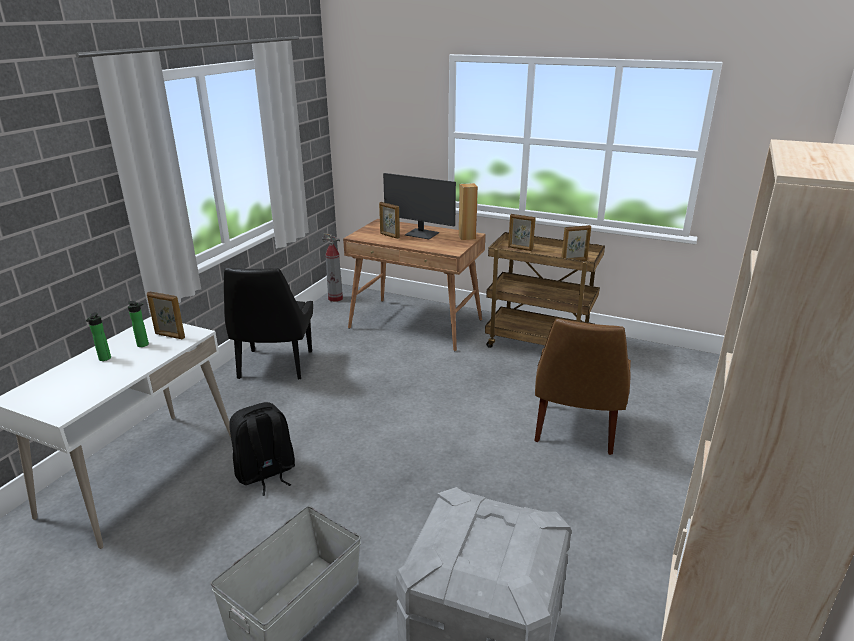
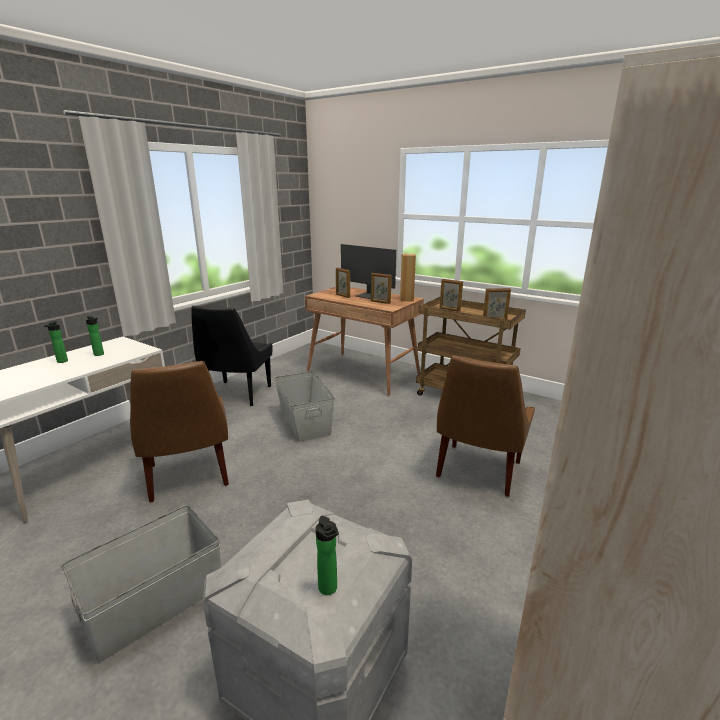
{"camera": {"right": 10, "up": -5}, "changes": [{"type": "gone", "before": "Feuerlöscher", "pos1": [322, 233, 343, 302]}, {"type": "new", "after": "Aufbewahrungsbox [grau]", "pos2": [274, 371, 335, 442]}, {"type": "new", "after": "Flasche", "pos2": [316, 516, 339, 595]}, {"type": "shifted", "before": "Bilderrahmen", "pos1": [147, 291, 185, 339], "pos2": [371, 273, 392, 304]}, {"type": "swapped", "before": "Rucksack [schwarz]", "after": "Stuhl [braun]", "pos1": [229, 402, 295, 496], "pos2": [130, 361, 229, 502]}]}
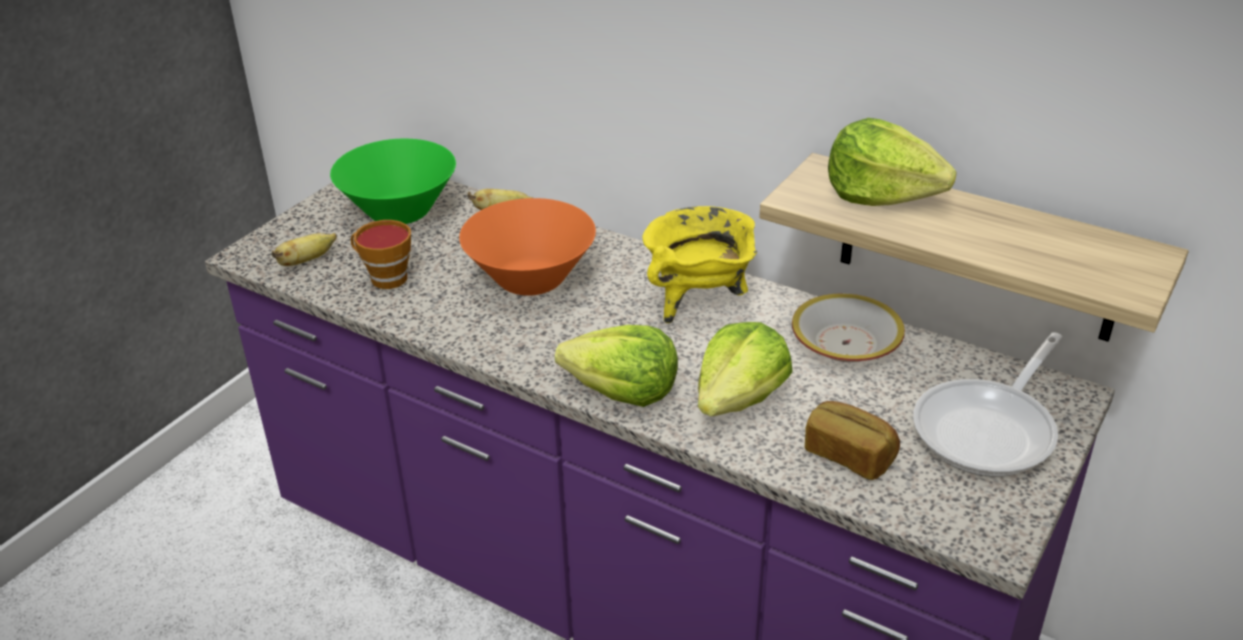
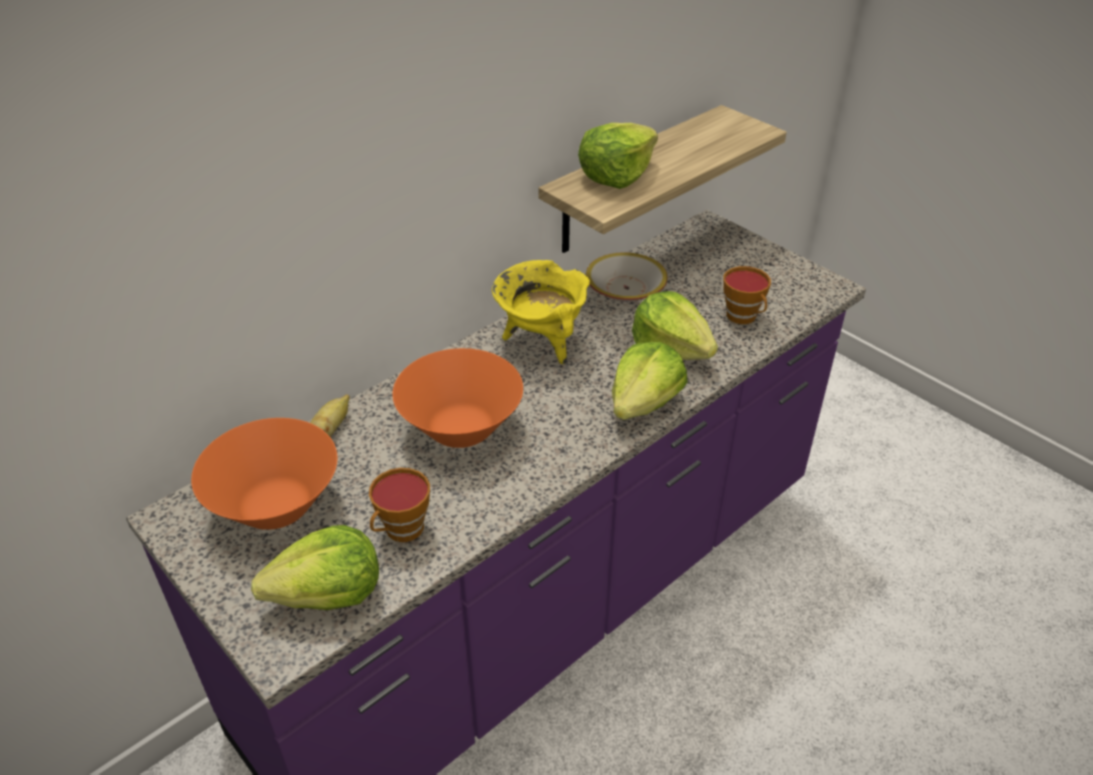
{"camera": {"right": -75, "up": 5}, "changes": [{"type": "gone", "before": "Pfanne", "pos1": [913, 332, 1062, 477]}, {"type": "swapped", "before": "Banane", "after": "Salatkopf", "pos1": [272, 233, 337, 266], "pos2": [251, 525, 379, 610]}, {"type": "swapped", "before": "Brot", "after": "Tasse", "pos1": [805, 401, 900, 480], "pos2": [723, 266, 771, 324]}, {"type": "repainted", "before": "Schüssel [grün]", "after": "Schüssel [orange]", "pos1": [330, 139, 456, 224], "pos2": [191, 418, 338, 530]}]}
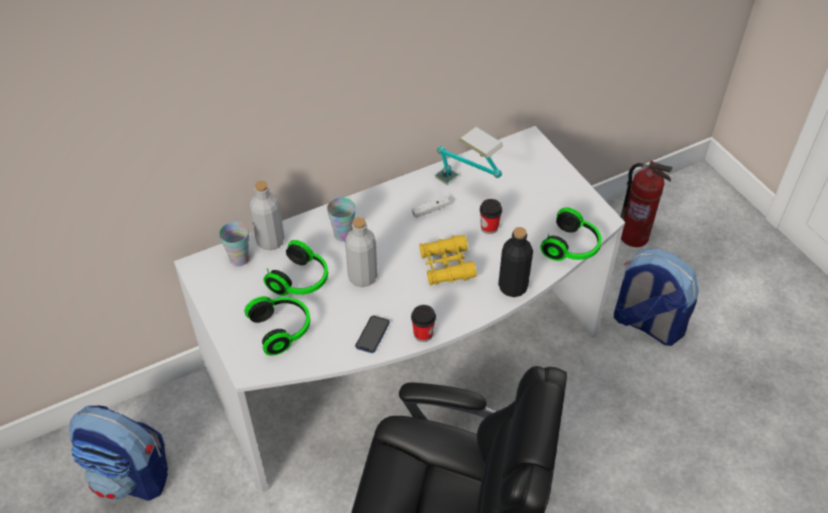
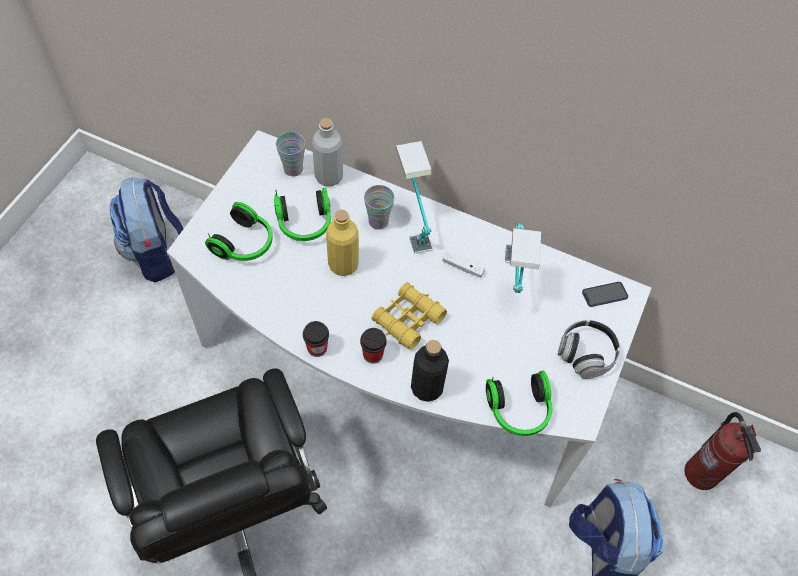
{"camera": {"right": 50, "up": 10}, "changes": [{"type": "new", "after": "Tischlampe", "pos2": [395, 141, 433, 254]}, {"type": "new", "after": "Kopfhörer", "pos2": [558, 320, 620, 379]}, {"type": "shifted", "before": "Handy", "pos1": [355, 316, 390, 353], "pos2": [582, 282, 628, 307]}, {"type": "shifted", "before": "Tasse", "pos1": [480, 199, 502, 234], "pos2": [360, 328, 387, 364]}, {"type": "repainted", "before": "Flasche [grau]", "after": "Flasche [gelb]", "pos1": [345, 217, 377, 287], "pos2": [326, 210, 359, 276]}]}
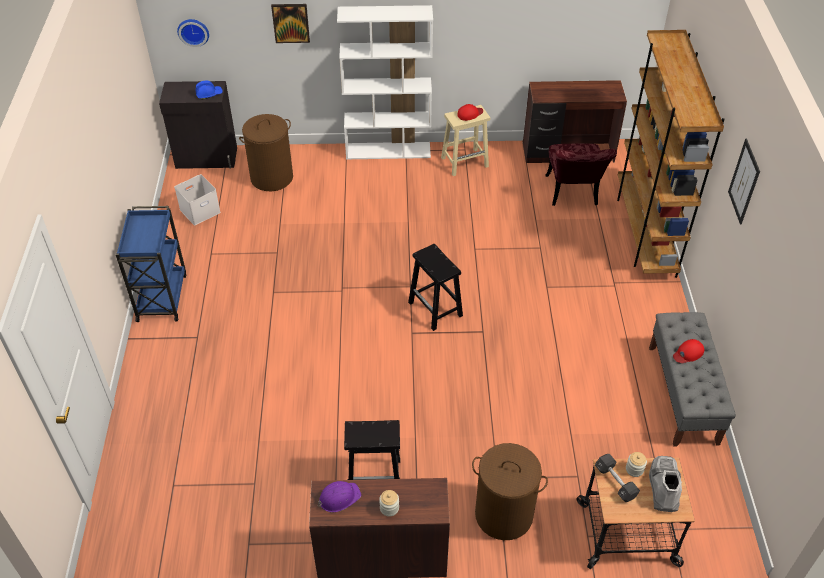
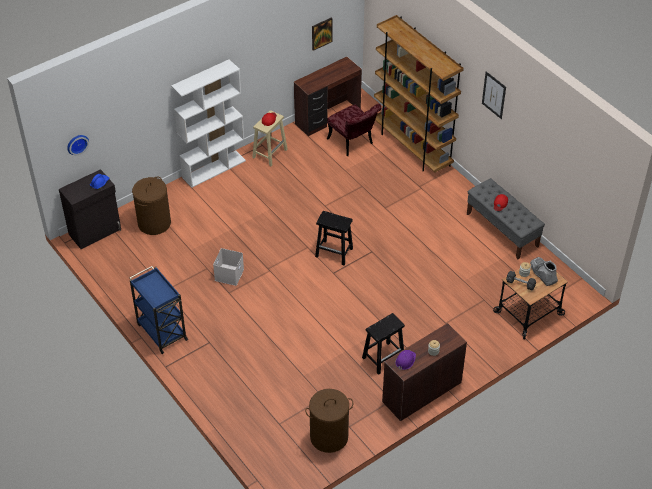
{"camera": {"right": -35, "up": 0}, "changes": [{"type": "shifted", "before": "Aufbewahrungsbox [weiß]", "pos1": [174, 174, 221, 225], "pos2": [213, 248, 244, 286]}, {"type": "shifted", "before": "Bild", "pos1": [271, 4, 310, 43], "pos2": [312, 17, 333, 51]}, {"type": "shifted", "before": "Wäschekorb [braun]", "pos1": [472, 443, 548, 540], "pos2": [305, 389, 353, 453]}]}
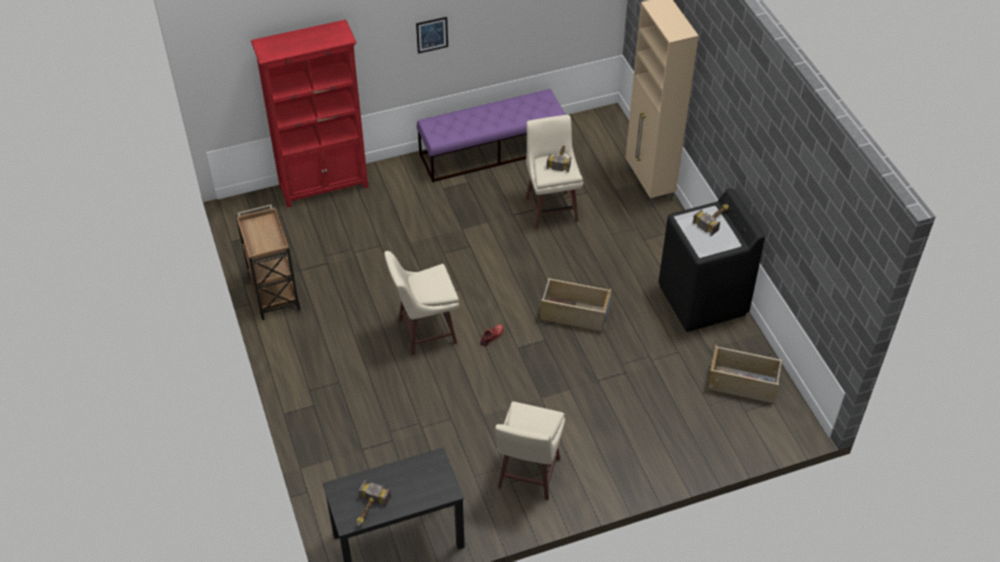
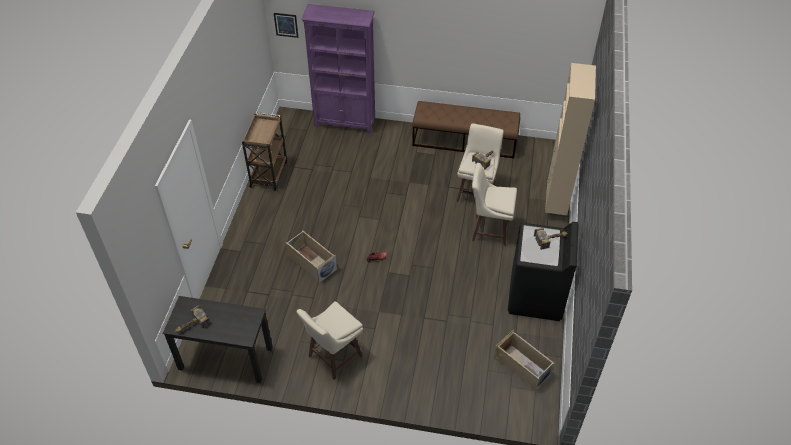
{"camera": {"right": 30, "up": 0}, "changes": [{"type": "shifted", "before": "Hocker [beige]", "pos1": [384, 251, 459, 356], "pos2": [472, 163, 517, 246]}, {"type": "shifted", "before": "Bild", "pos1": [416, 17, 448, 54], "pos2": [274, 13, 298, 38]}, {"type": "shifted", "before": "Aufbewahrungsbox [beige]", "pos1": [540, 278, 611, 333], "pos2": [286, 231, 337, 283]}, {"type": "repainted", "before": "Bücherregal [rot]", "after": "Bücherregal [lila]", "pos1": [251, 20, 369, 208], "pos2": [301, 4, 375, 134]}, {"type": "repainted", "before": "Bank [lila]", "after": "Bank [braun]", "pos1": [417, 89, 566, 182], "pos2": [412, 101, 520, 159]}]}
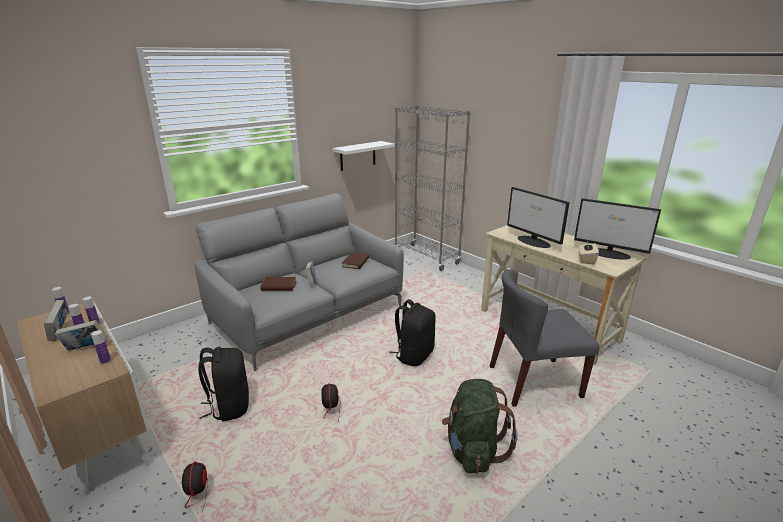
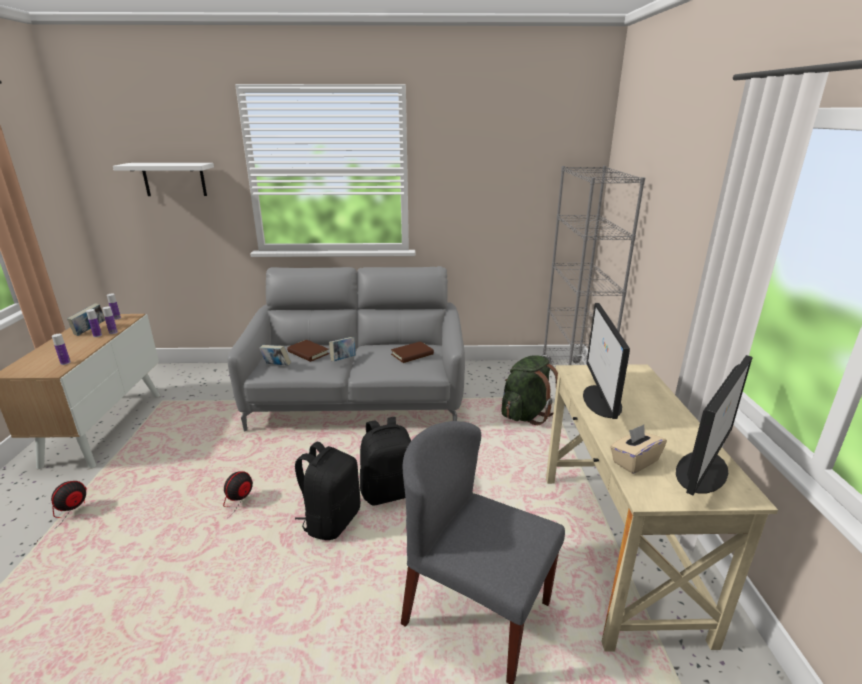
{"camera": {"right": 40, "up": 0}, "changes": [{"type": "shifted", "before": "Buch", "pos1": [55, 320, 108, 351], "pos2": [259, 345, 291, 366]}, {"type": "shifted", "before": "Rucksack [schwarz]", "pos1": [198, 347, 249, 421], "pos2": [295, 442, 360, 540]}, {"type": "shifted", "before": "Wandregal [weiß]", "pos1": [332, 141, 395, 171], "pos2": [113, 163, 214, 196]}, {"type": "shifted", "before": "Rucksack [grün]", "pos1": [442, 379, 518, 474], "pos2": [501, 356, 558, 425]}, {"type": "rotated", "before": "Monitor", "pos1": [574, 198, 661, 260], "pos2": [676, 355, 753, 495], "turn": -120}]}
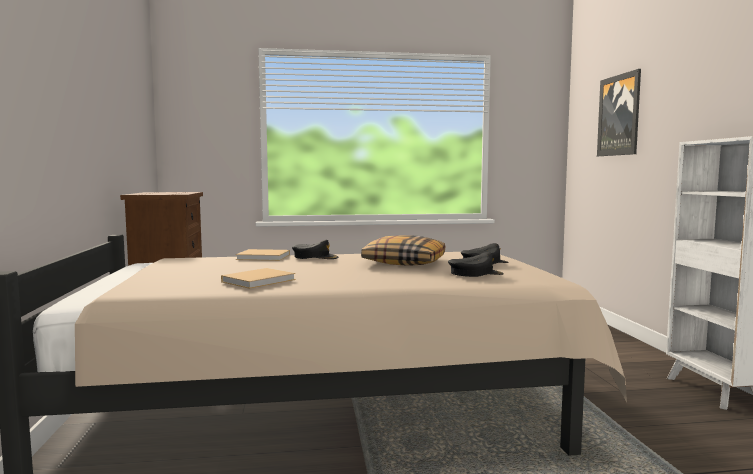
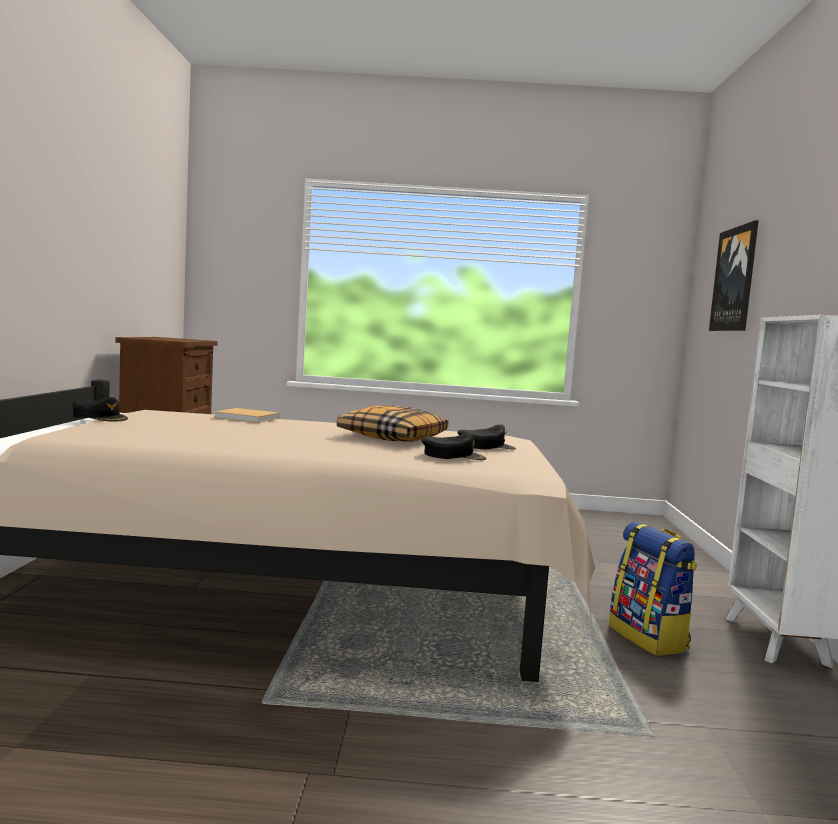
{"camera": {"right": 10, "up": 0}, "changes": [{"type": "gone", "before": "Buch [beige]", "pos1": [221, 268, 296, 289]}, {"type": "new", "after": "Rucksack", "pos2": [609, 522, 697, 656]}, {"type": "shifted", "before": "Kappe [schwarz]", "pos1": [292, 240, 339, 259], "pos2": [72, 397, 128, 422]}]}
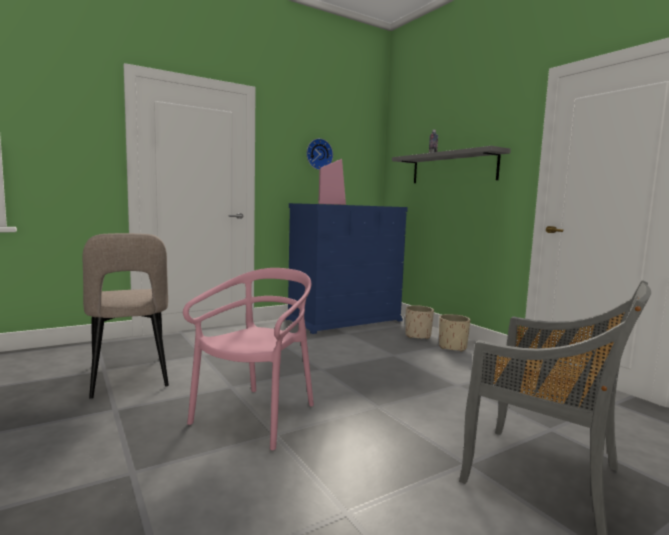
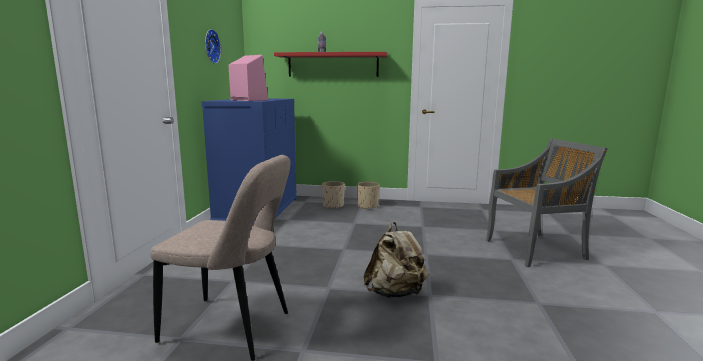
{"camera": {"right": -50, "up": 5}, "changes": [{"type": "swapped", "before": "Stuhl [rosa]", "after": "Rucksack [beige]", "pos1": [183, 268, 314, 450], "pos2": [363, 222, 428, 298]}, {"type": "repainted", "before": "Wandregal [grau]", "after": "Wandregal [rot]", "pos1": [392, 146, 511, 183], "pos2": [274, 52, 387, 77]}]}
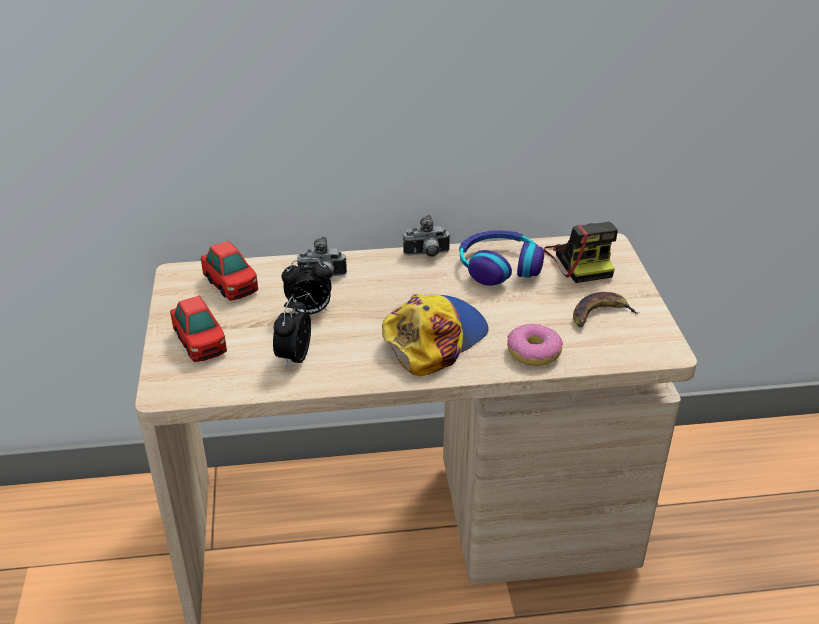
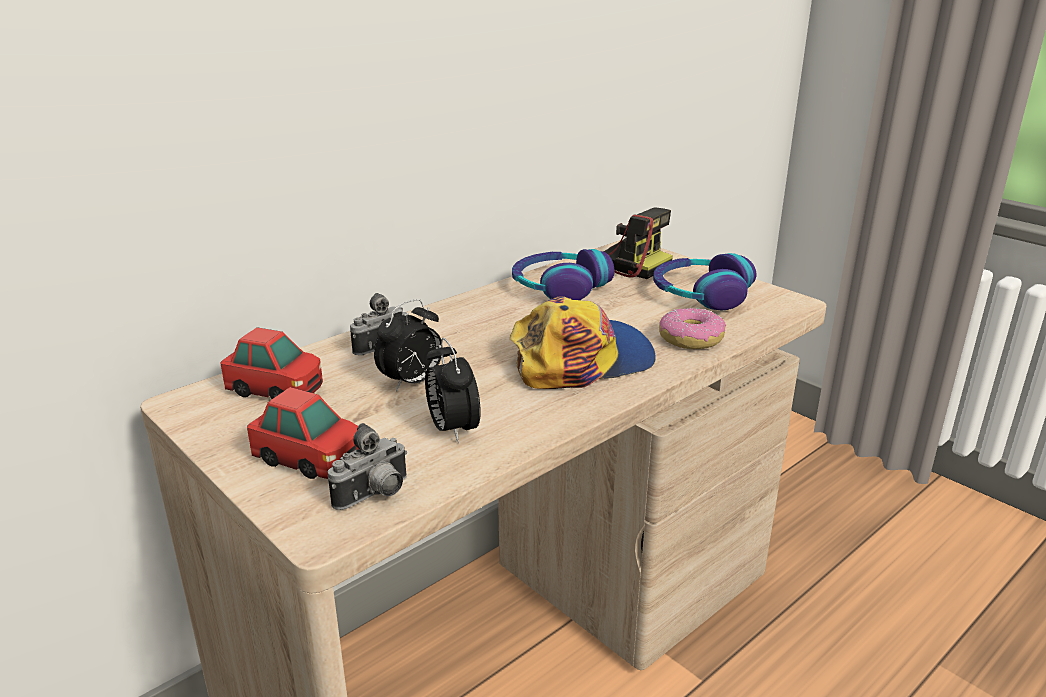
{"camera": {"right": -35, "up": -10}, "changes": [{"type": "shifted", "before": "Kamera", "pos1": [403, 215, 451, 257], "pos2": [328, 423, 407, 510]}, {"type": "swapped", "before": "Banane", "after": "Kopfhörer", "pos1": [573, 292, 638, 327], "pos2": [653, 253, 756, 310]}, {"type": "rotated", "before": "Kappe", "pos1": [382, 293, 488, 376], "pos2": [510, 296, 656, 389], "turn": 60}]}
